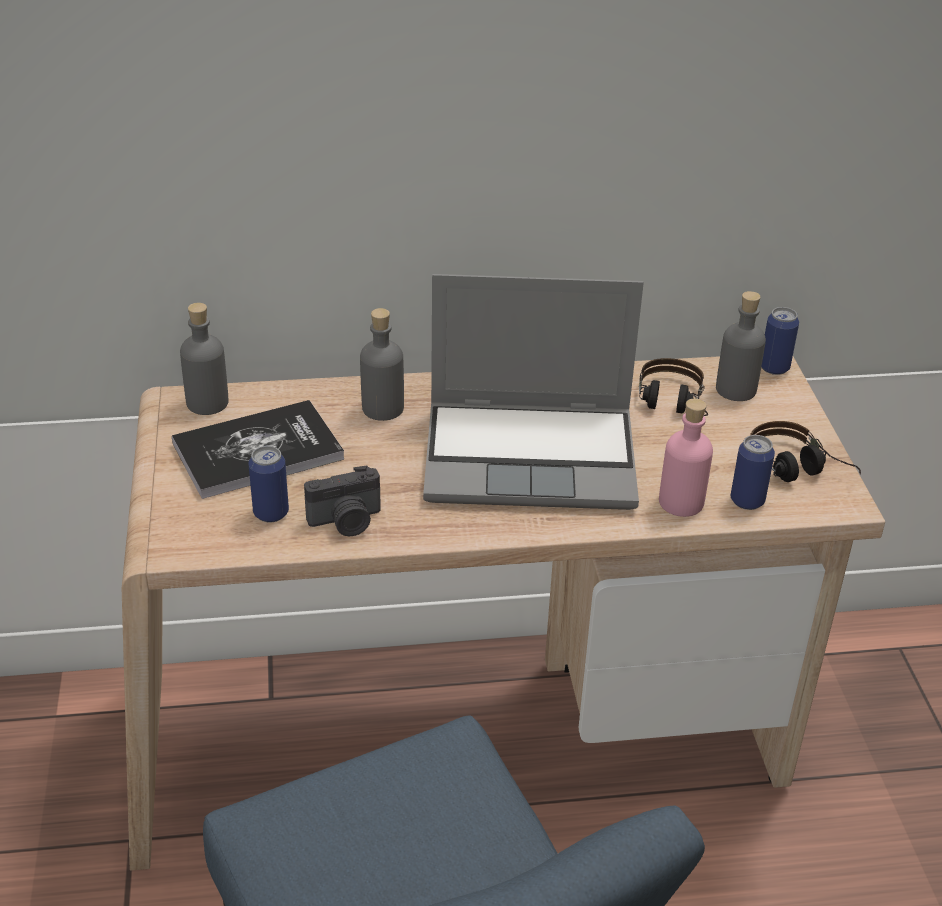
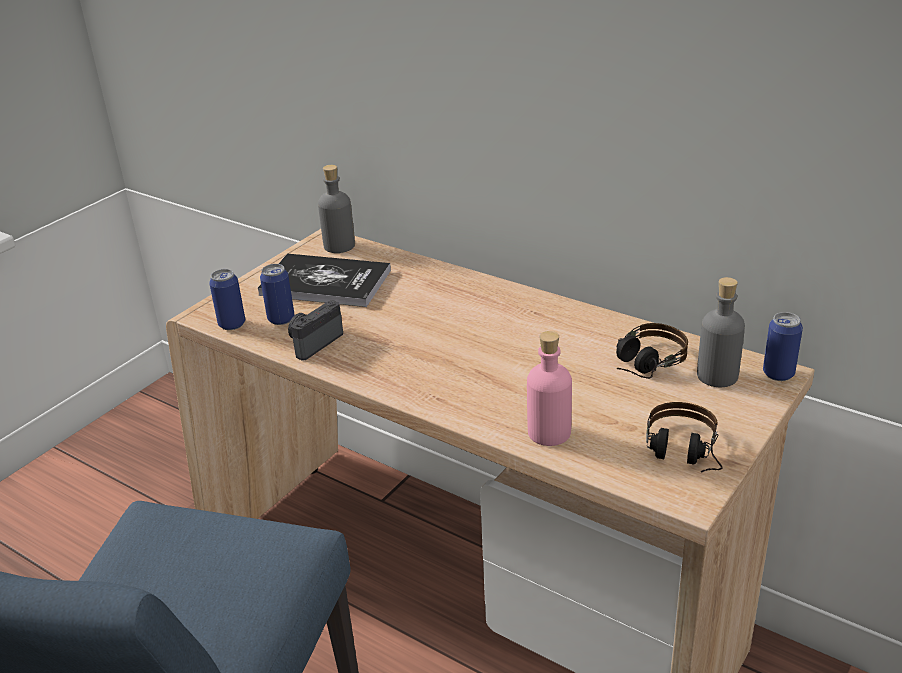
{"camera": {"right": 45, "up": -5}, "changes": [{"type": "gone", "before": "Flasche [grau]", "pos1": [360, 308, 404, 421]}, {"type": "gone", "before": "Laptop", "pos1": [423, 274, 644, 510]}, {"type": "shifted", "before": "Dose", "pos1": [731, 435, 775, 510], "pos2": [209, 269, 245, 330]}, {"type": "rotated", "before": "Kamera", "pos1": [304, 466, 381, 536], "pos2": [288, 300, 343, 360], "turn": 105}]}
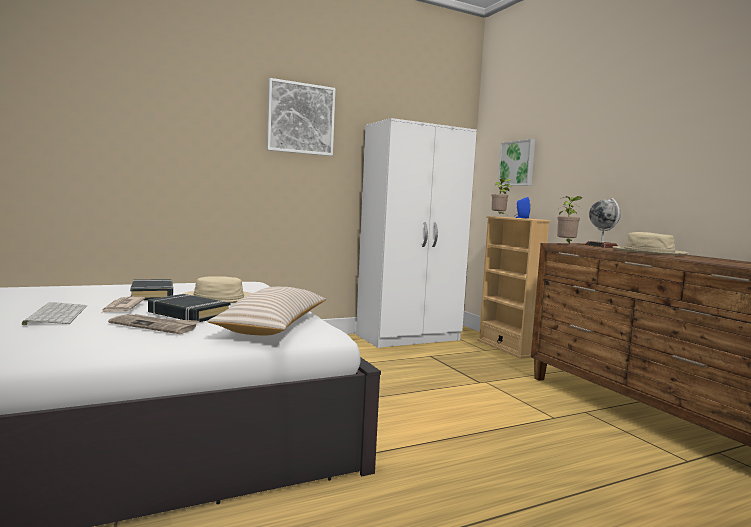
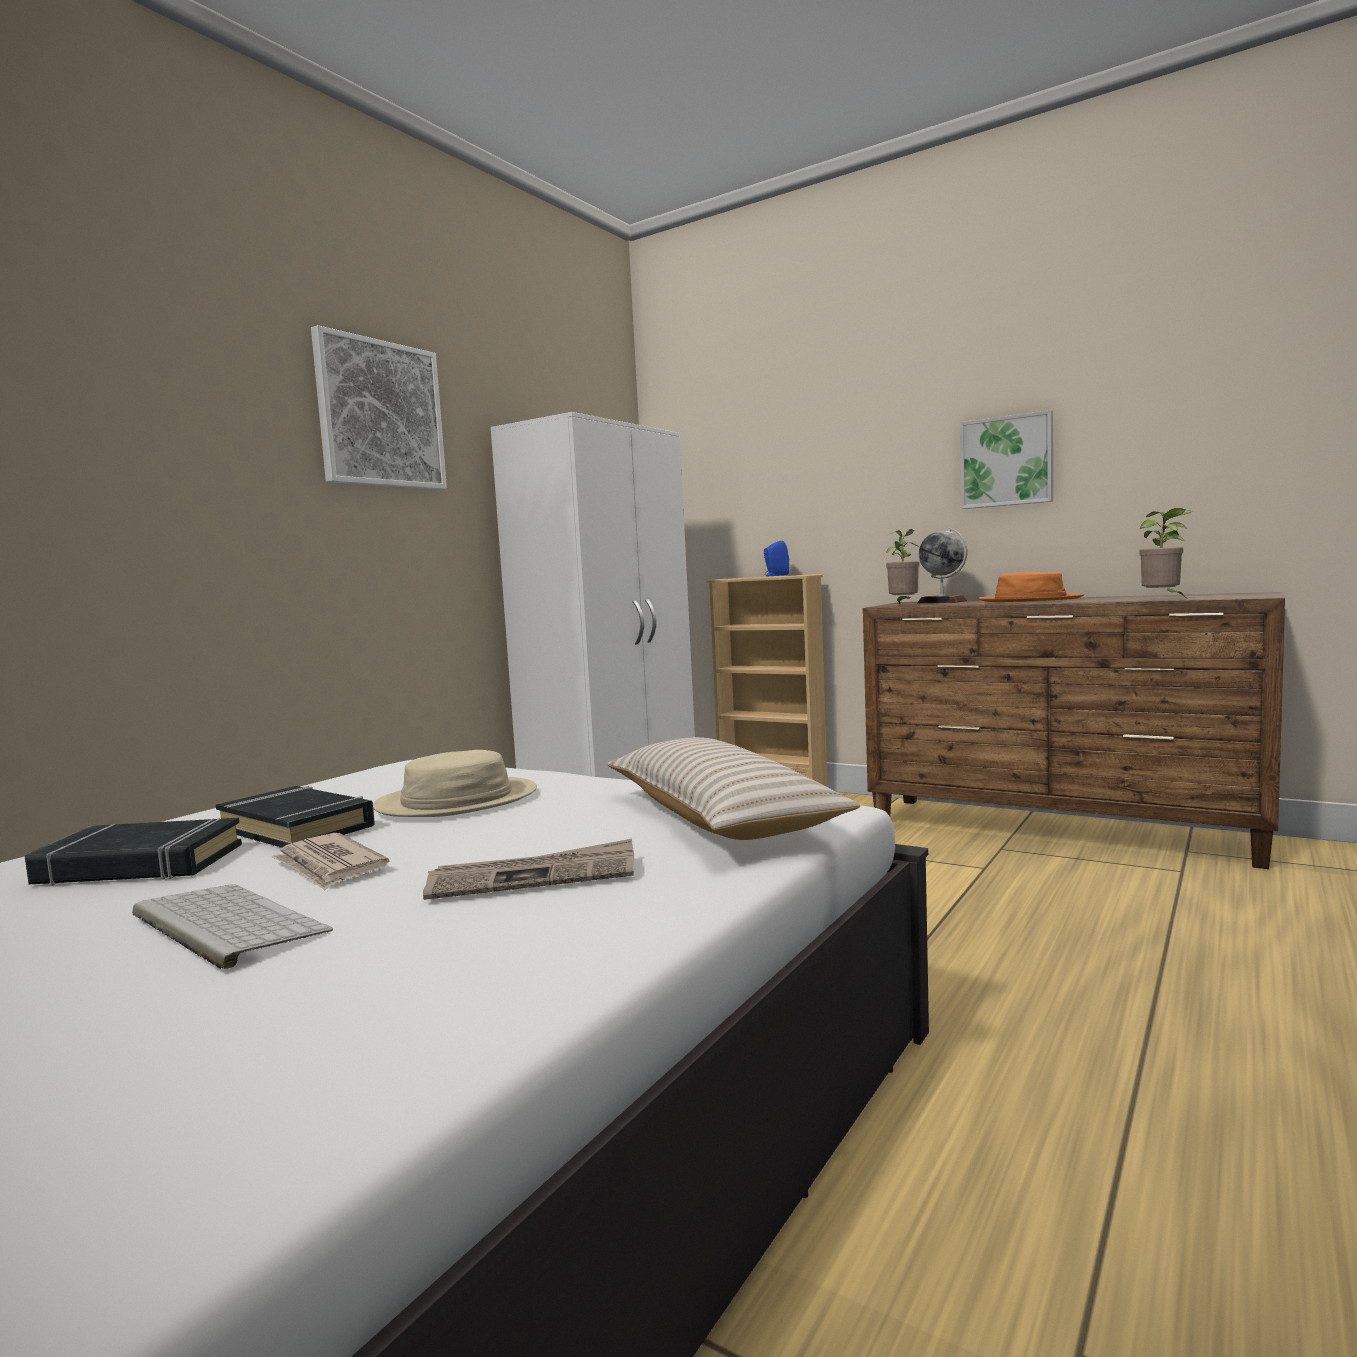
{"camera": {"right": -30, "up": 0}, "changes": [{"type": "shifted", "before": "Buch [schwarz]", "pos1": [148, 294, 230, 322], "pos2": [25, 818, 242, 886]}, {"type": "shifted", "before": "Topfpflanze", "pos1": [492, 178, 512, 215], "pos2": [1139, 508, 1192, 597]}, {"type": "shifted", "before": "Bild", "pos1": [497, 139, 535, 186], "pos2": [960, 410, 1053, 509]}, {"type": "repainted", "before": "Hut [beige]", "after": "Hut [orange]", "pos1": [613, 232, 688, 255], "pos2": [978, 572, 1085, 602]}]}
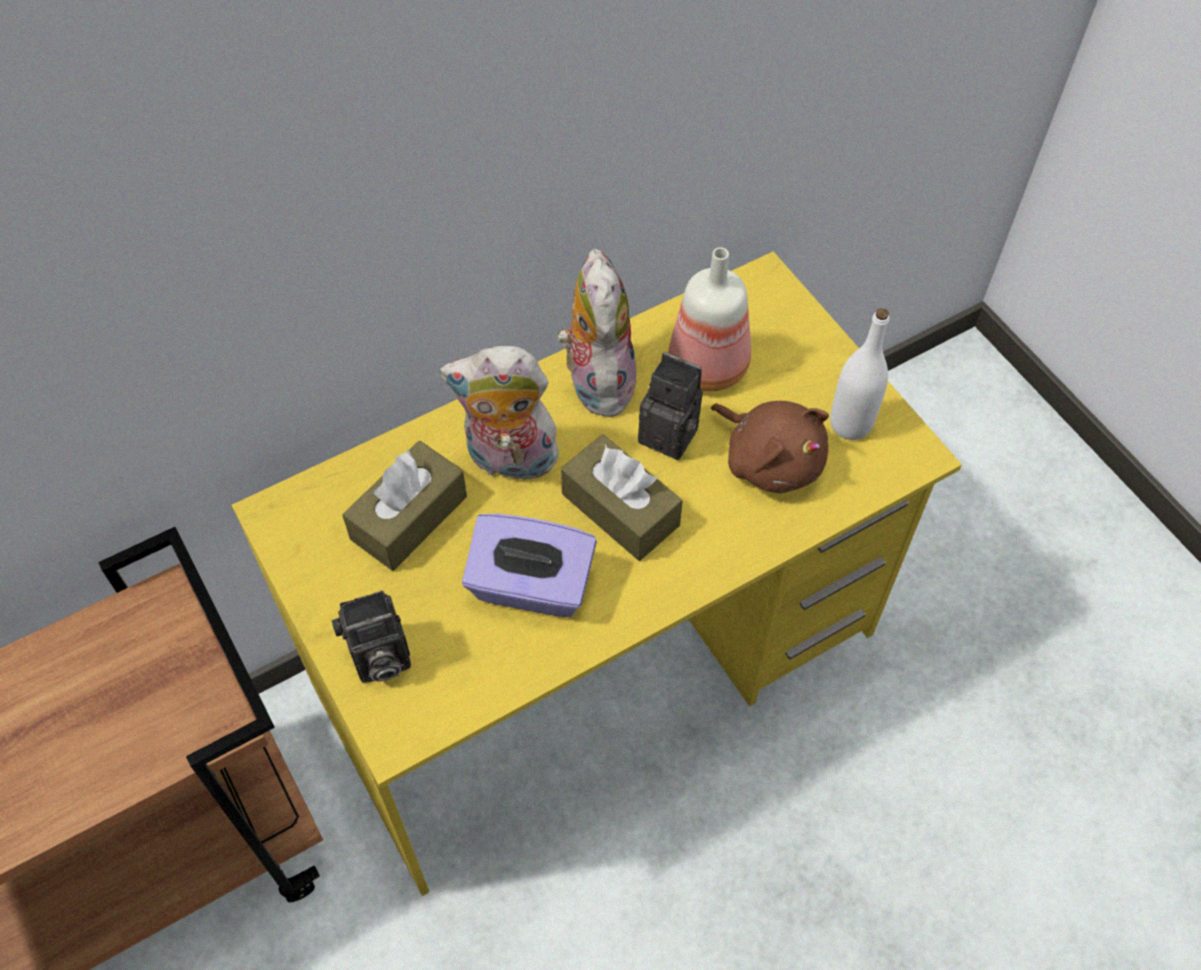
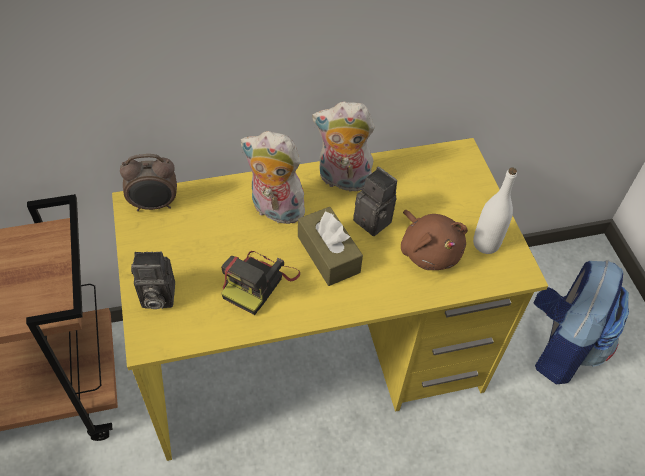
{"camera": {"right": 15, "up": -5}, "changes": [{"type": "gone", "before": "Taschentuchbox [braun]", "pos1": [343, 441, 467, 571]}, {"type": "gone", "before": "Flasche", "pos1": [668, 247, 751, 391]}, {"type": "new", "after": "Wecker", "pos2": [120, 154, 177, 211]}, {"type": "new", "after": "Rucksack", "pos2": [533, 260, 629, 385]}, {"type": "swapped", "before": "Taschentuchbox [lila]", "after": "Kamera", "pos1": [462, 514, 597, 617], "pos2": [221, 251, 300, 315]}, {"type": "rotated", "before": "Plüschtier", "pos1": [558, 249, 638, 417], "pos2": [312, 102, 375, 191], "turn": -90}]}
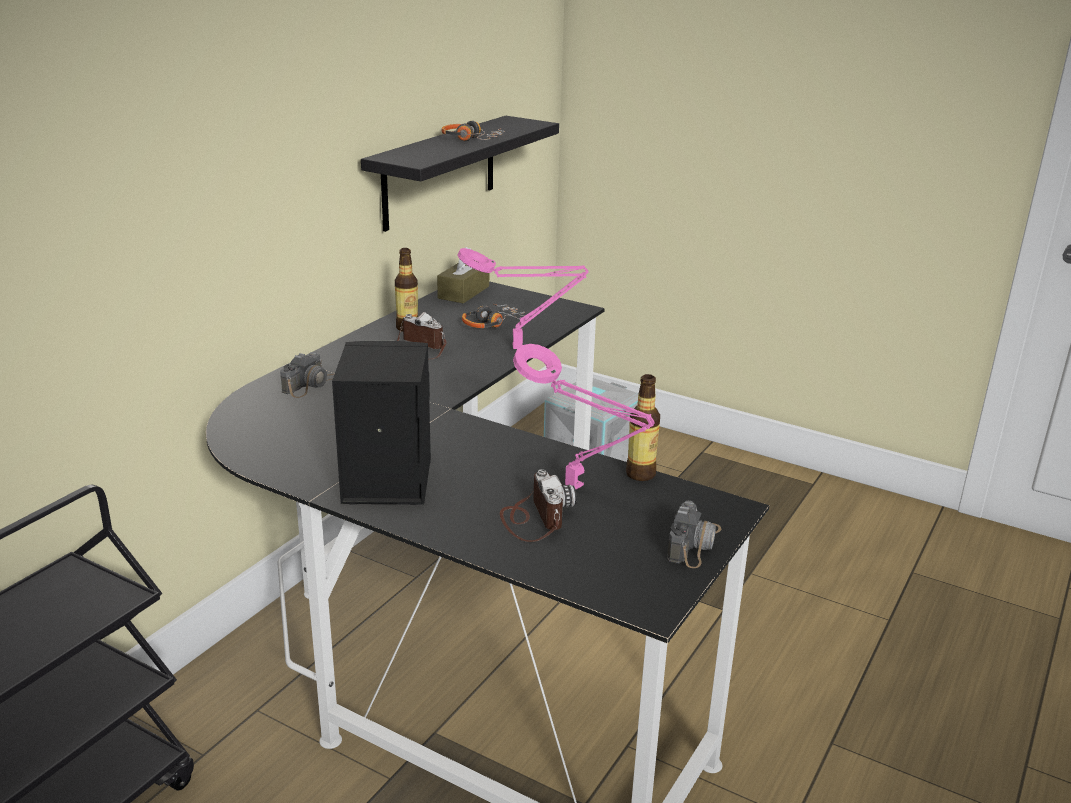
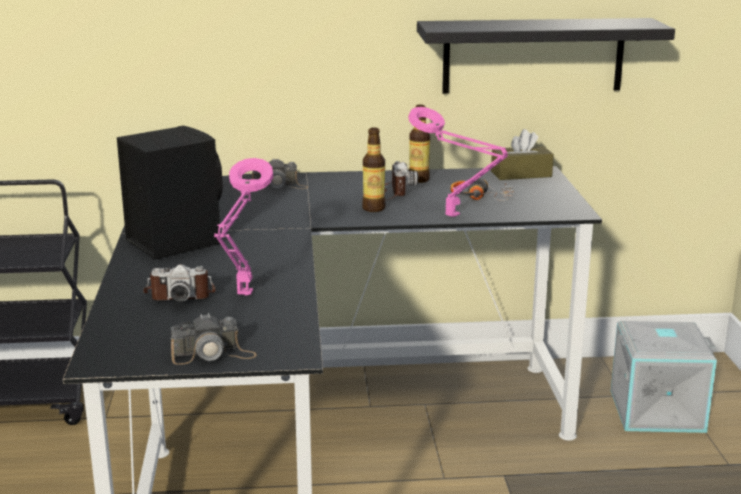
{"camera": {"right": 55, "up": -5}, "changes": [{"type": "gone", "before": "Kopfhörer", "pos1": [441, 121, 505, 141]}, {"type": "shifted", "before": "Flasche", "pos1": [626, 374, 660, 481], "pos2": [362, 127, 386, 212]}, {"type": "rotated", "before": "Kamera", "pos1": [500, 469, 577, 542], "pos2": [143, 264, 215, 302], "turn": 45}]}
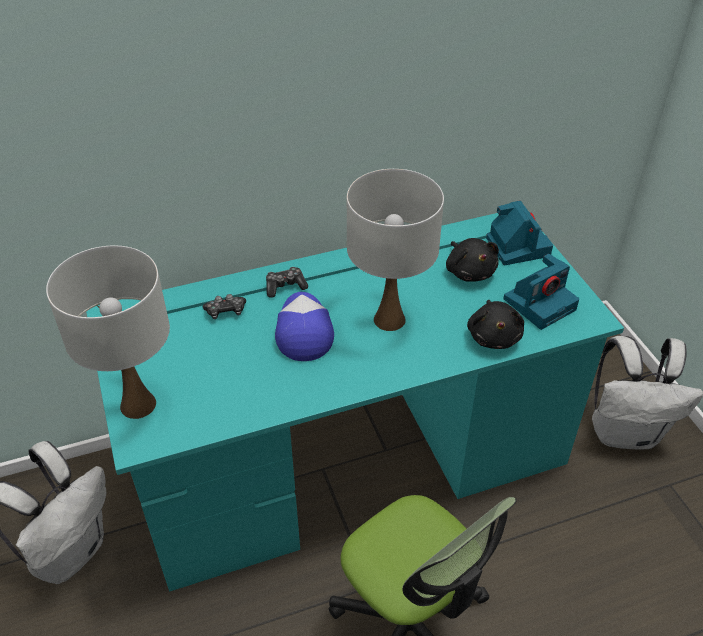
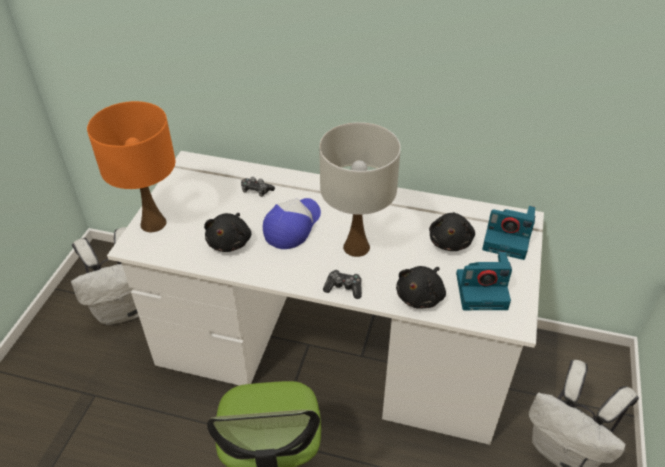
{"camera": {"right": 35, "up": 0}, "changes": [{"type": "new", "after": "Plüschtier [schwarz]", "pos2": [204, 213, 251, 252]}, {"type": "shifted", "before": "Gamepad", "pos1": [266, 267, 308, 298], "pos2": [323, 270, 362, 299]}, {"type": "repainted", "before": "Tischlampe [weiß]", "after": "Tischlampe [orange]", "pos1": [46, 246, 170, 419], "pos2": [87, 101, 176, 232]}, {"type": "repainted", "before": "Schreibtisch [türkis]", "after": "Schreibtisch [weiß]", "pos1": [86, 213, 624, 592], "pos2": [107, 151, 544, 445]}, {"type": "rotated", "before": "Kamera", "pos1": [486, 201, 553, 265], "pos2": [482, 206, 535, 260], "turn": 90}]}
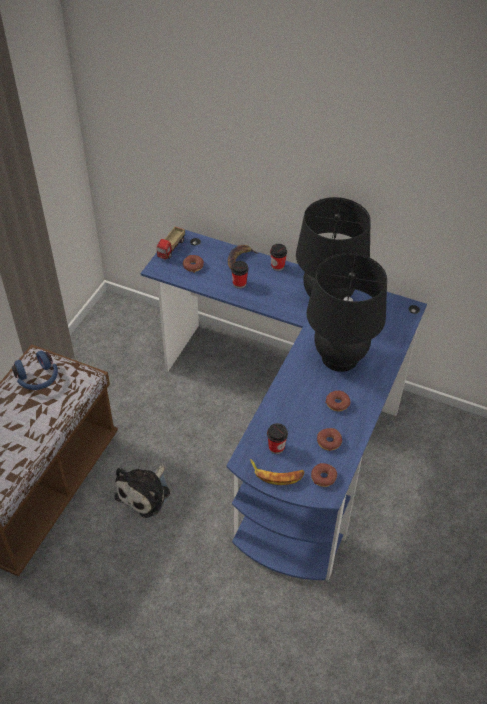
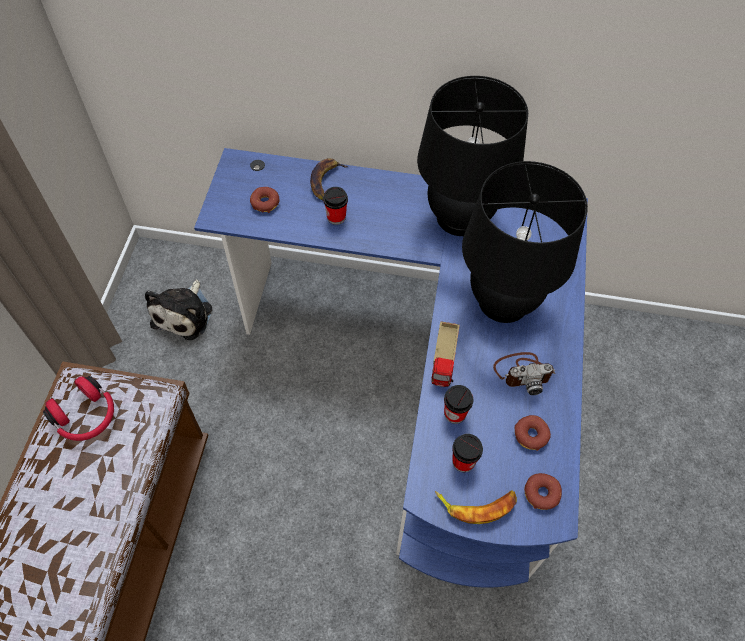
{"camera": {"right": -15, "up": 10}, "changes": [{"type": "shifted", "before": "Plüschtier", "pos1": [115, 464, 170, 518], "pos2": [145, 279, 212, 340]}, {"type": "shifted", "before": "Spielzeuglaster", "pos1": [157, 227, 185, 260], "pos2": [431, 322, 460, 387]}, {"type": "shifted", "before": "Tasse", "pos1": [270, 244, 287, 271], "pos2": [444, 385, 473, 424]}, {"type": "swapped", "before": "Donut", "after": "Kamera", "pos1": [325, 391, 350, 411], "pos2": [493, 352, 556, 395]}, {"type": "repainted", "before": "Kopfhörer [blau]", "after": "Kopfhörer [rot]", "pos1": [12, 351, 58, 390], "pos2": [43, 376, 114, 441]}]}
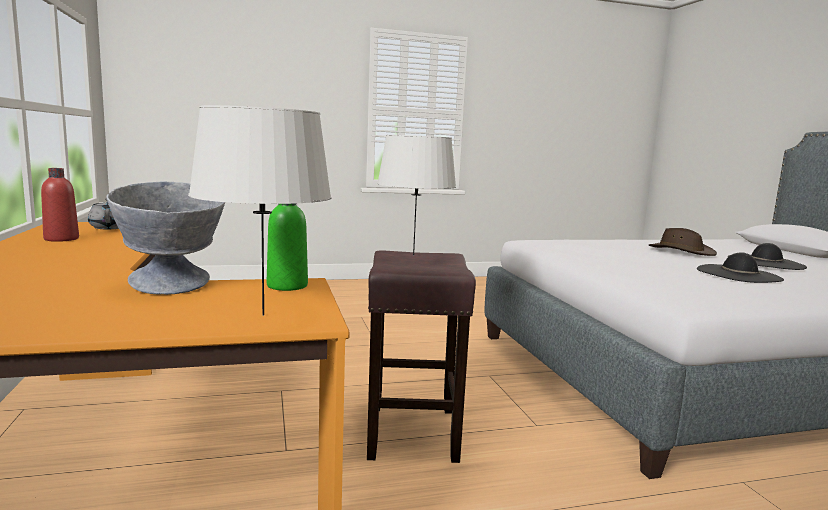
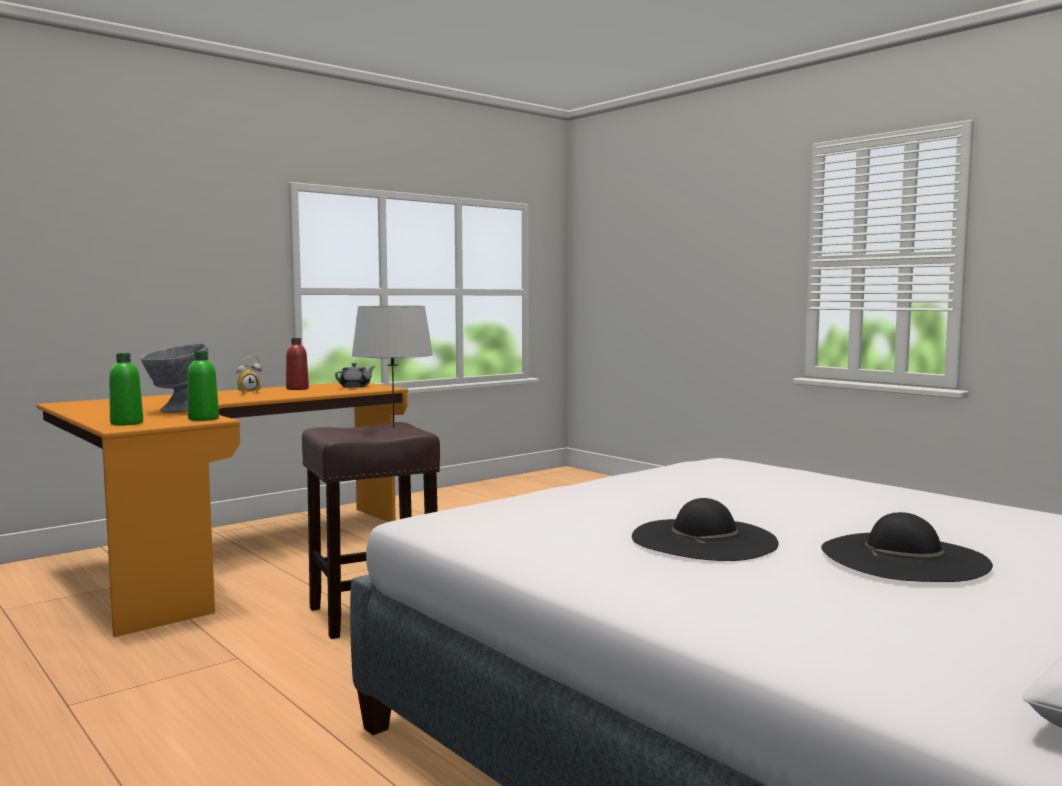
{"camera": {"right": 65, "up": -5}, "changes": [{"type": "gone", "before": "Hut [braun]", "pos1": [649, 228, 717, 256]}, {"type": "new", "after": "Wecker", "pos2": [236, 356, 262, 394]}, {"type": "swapped", "before": "Tischlampe [grau]", "after": "Flasche [grün]", "pos1": [188, 105, 332, 316], "pos2": [109, 353, 143, 425]}]}
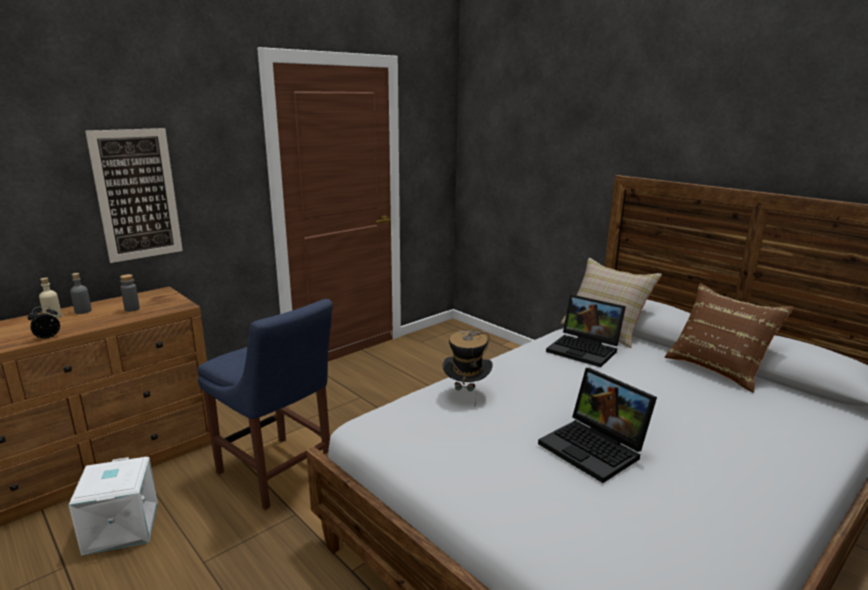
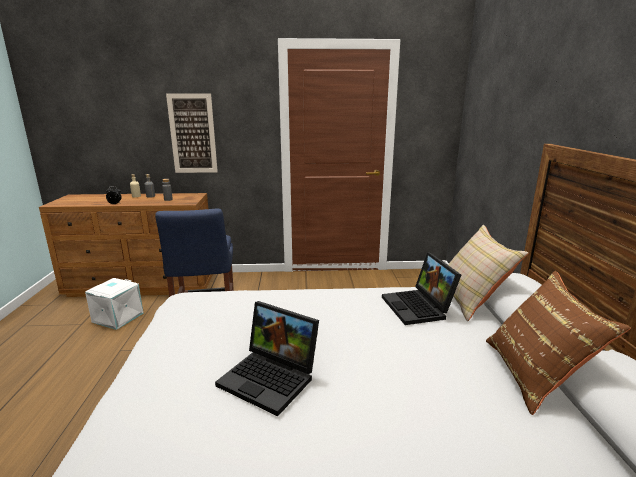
{"camera": {"right": 40, "up": 0}, "changes": [{"type": "gone", "before": "Hut", "pos1": [442, 329, 493, 405]}, {"type": "rotated", "before": "Laptop", "pos1": [538, 368, 657, 483], "pos2": [215, 301, 319, 416], "turn": -60}]}
